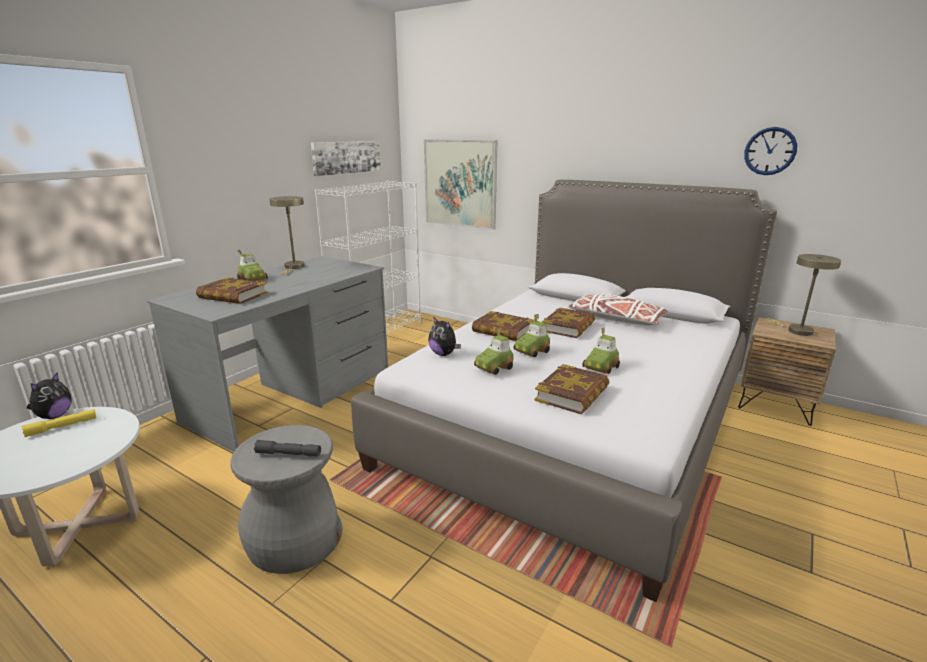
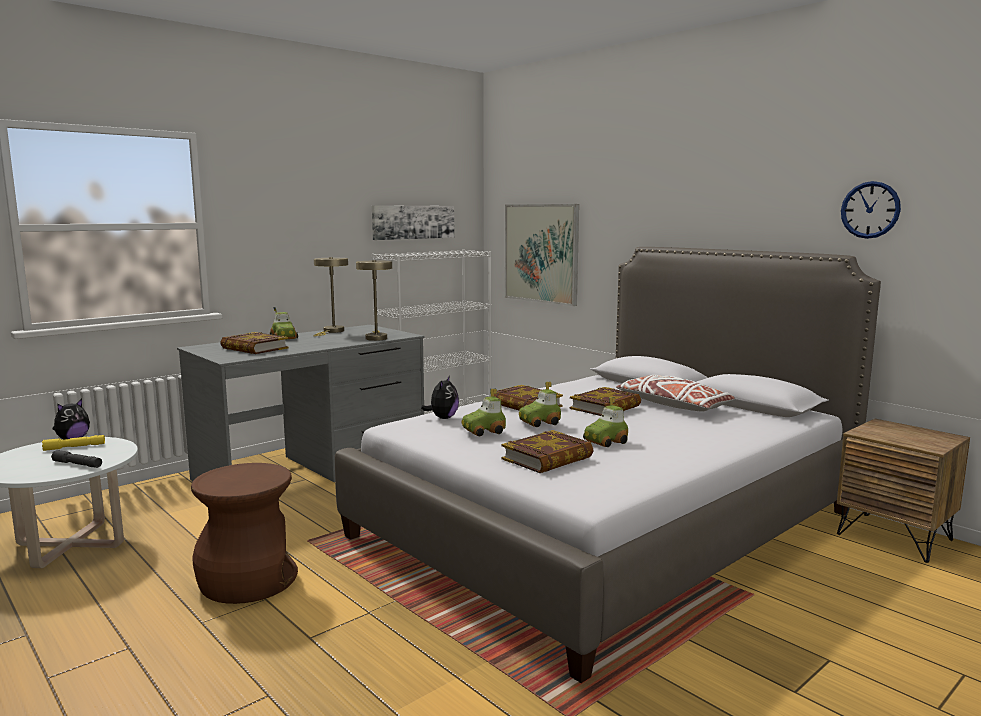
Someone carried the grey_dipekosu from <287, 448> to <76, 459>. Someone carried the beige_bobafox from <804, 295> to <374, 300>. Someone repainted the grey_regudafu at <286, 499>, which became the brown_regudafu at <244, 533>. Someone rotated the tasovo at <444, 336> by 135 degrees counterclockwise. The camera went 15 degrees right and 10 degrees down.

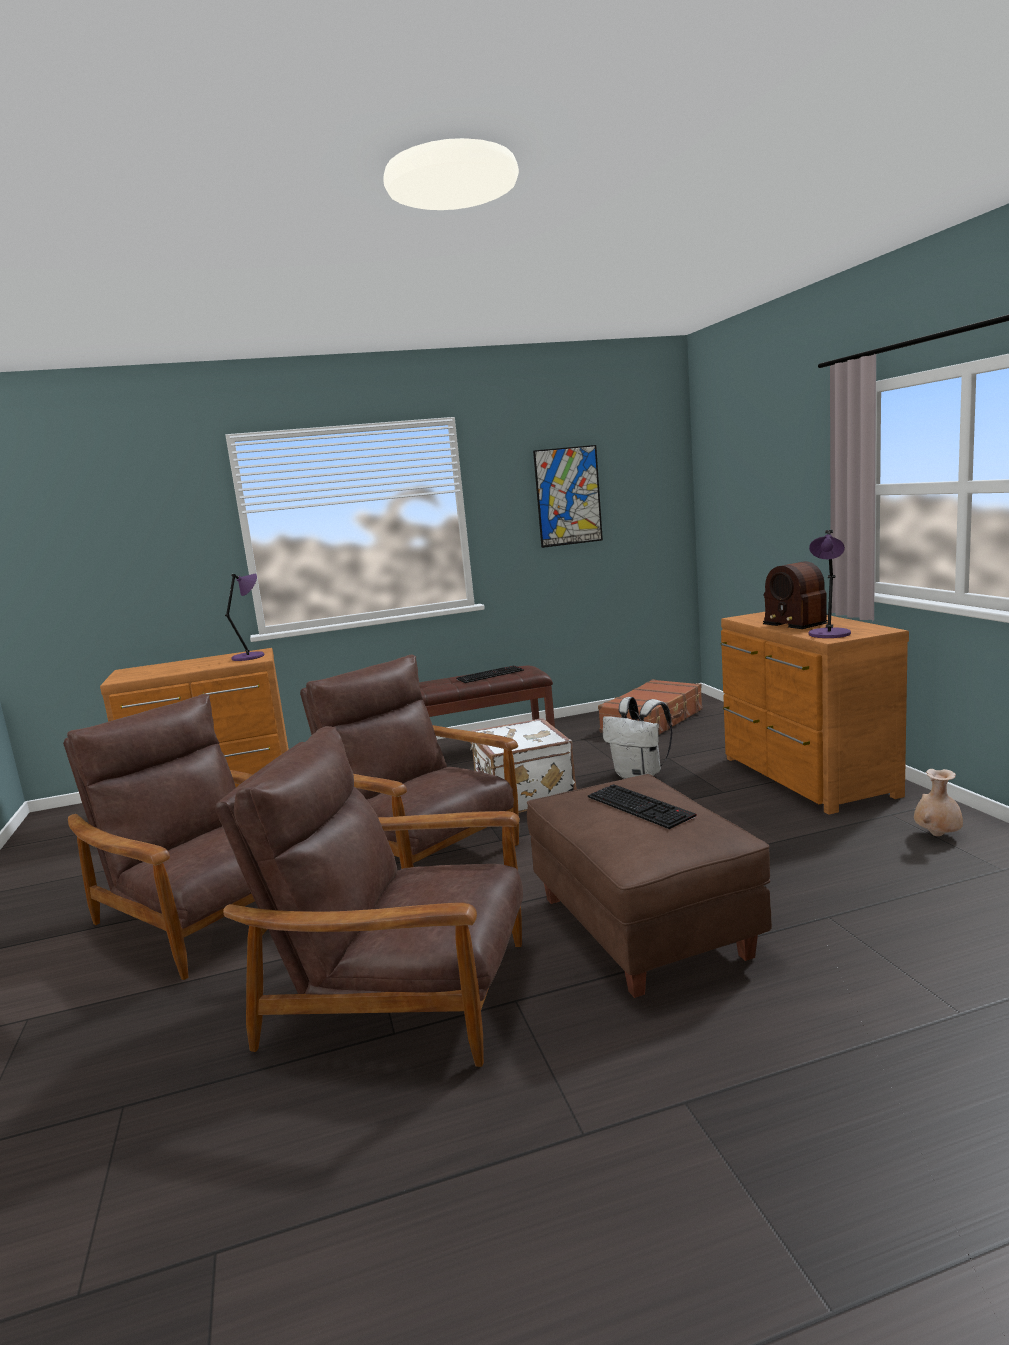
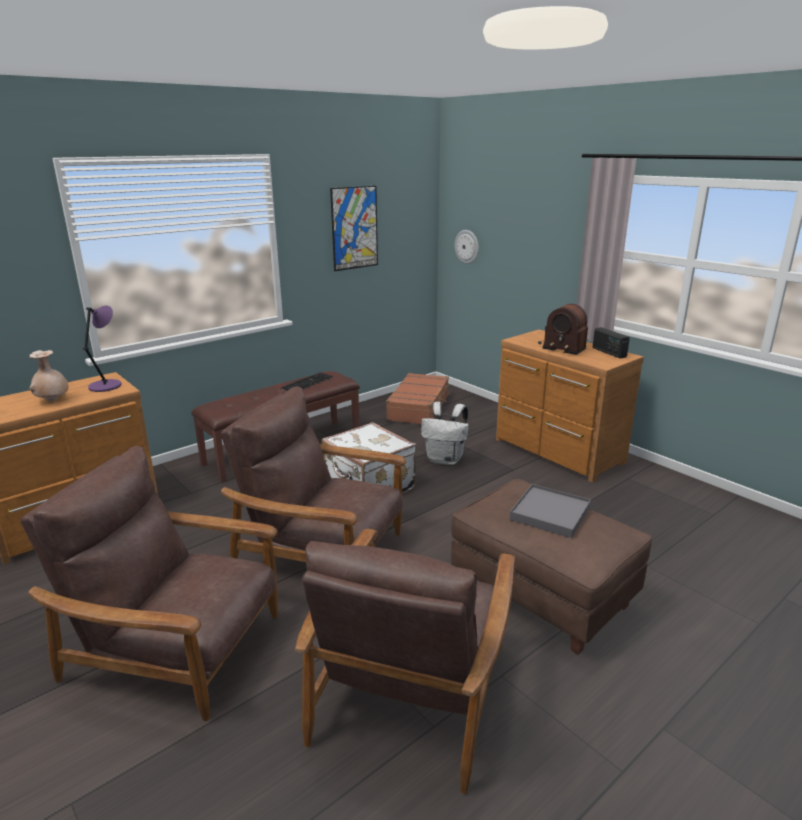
Someone took away the purple_bobafox at <830, 584>. Someone put up the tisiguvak at <466, 247>. Someone put down the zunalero at <611, 343>. Someone carried the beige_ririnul from <938, 802> to <49, 376>. Someone swapped the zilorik at <642, 806> for the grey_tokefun at <550, 511>. Someone rotated the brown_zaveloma at <369, 896> by 60 degrees counterclockwise. The camera went 25 degrees left and 10 degrees up.

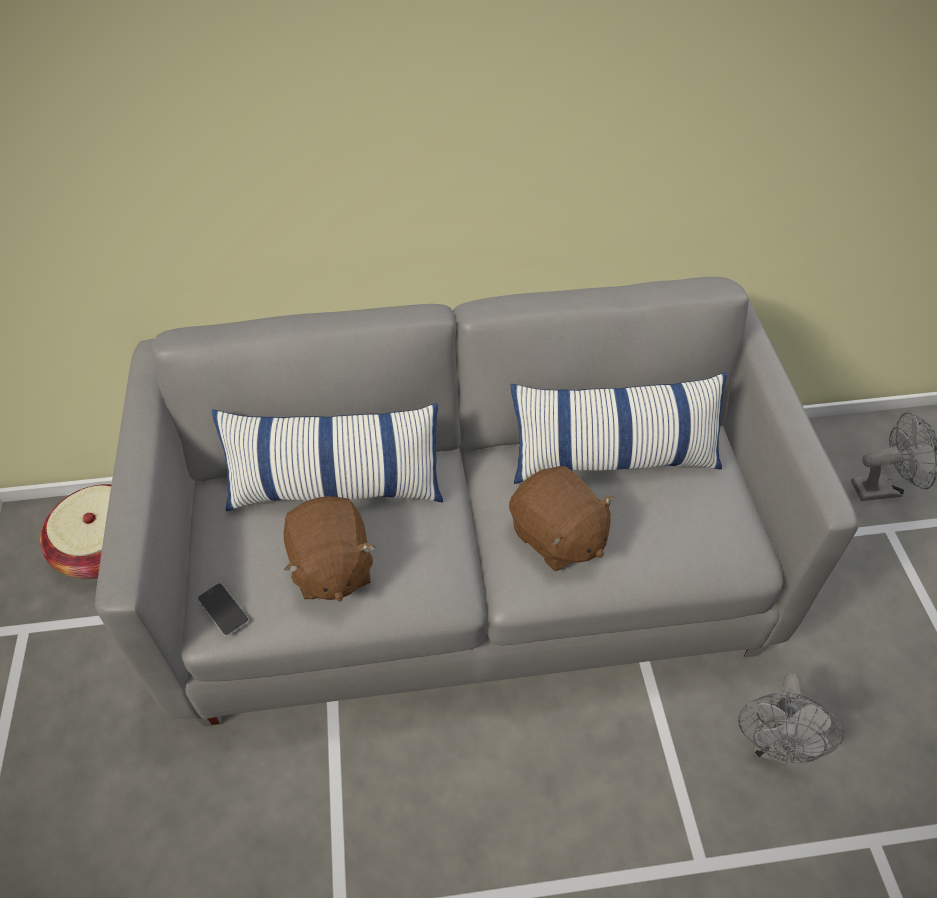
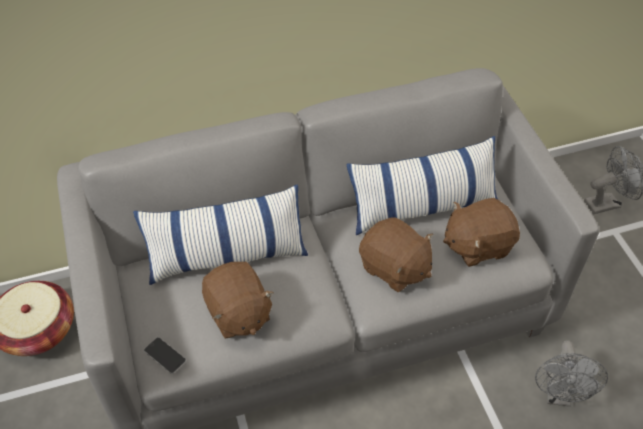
Someone put down the brown_tasovo at <481, 232>. The camera went 10 degrees left and 0 degrees up.

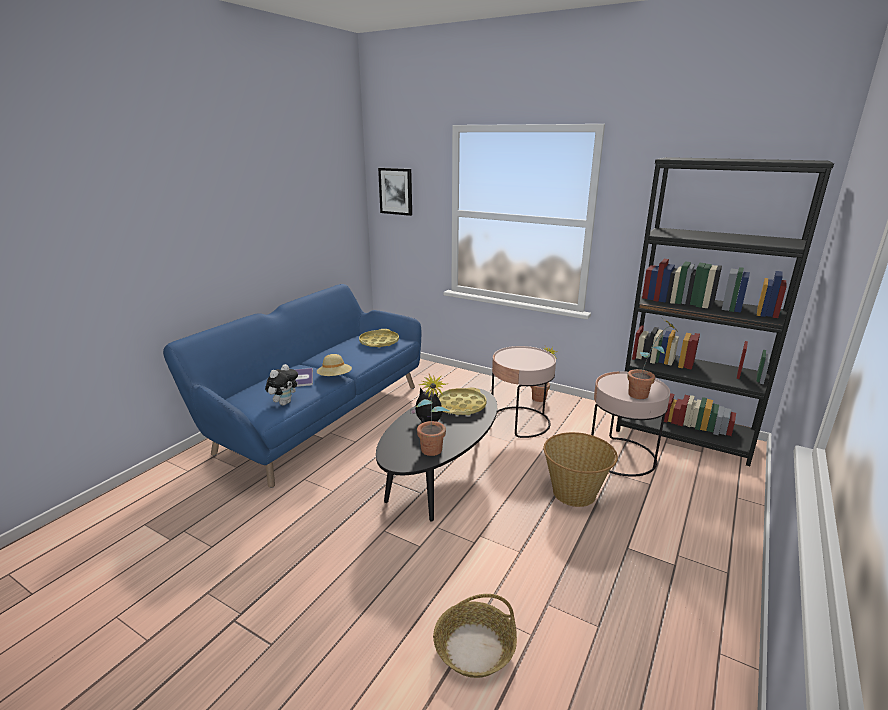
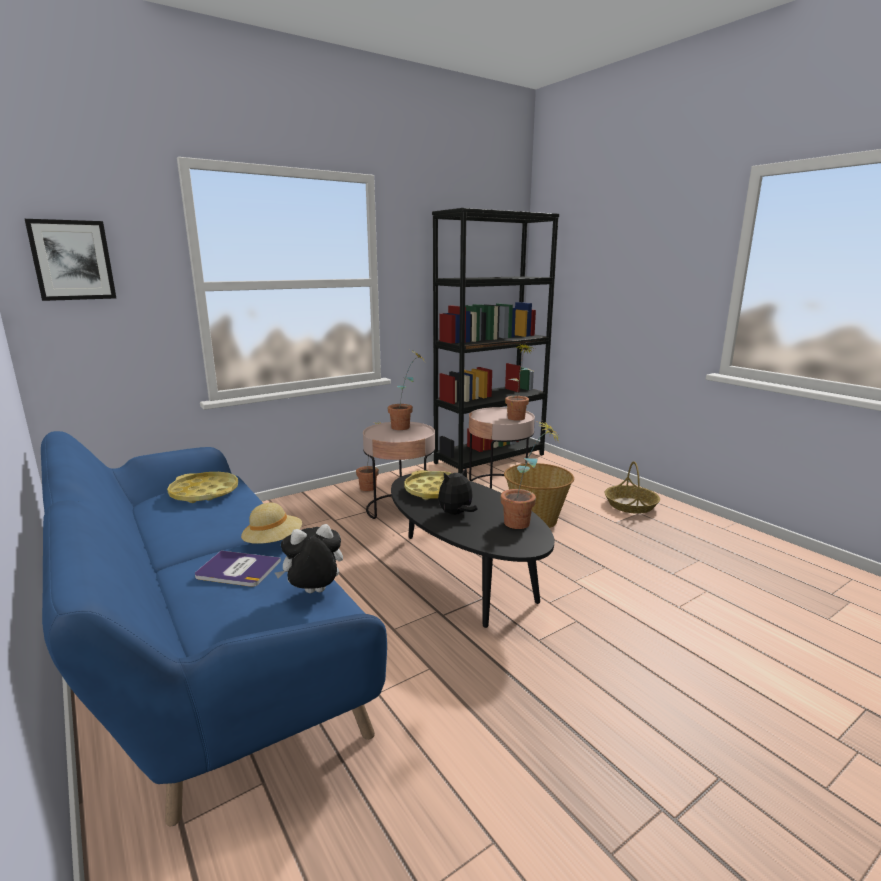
Someone put down the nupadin at <406, 390>. Someone carried the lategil from <475, 636> to <632, 487>. Someone rotated the tasovo at <281, 385> by 75 degrees counterclockwise. The camera went 65 degrees left and 5 degrees down.

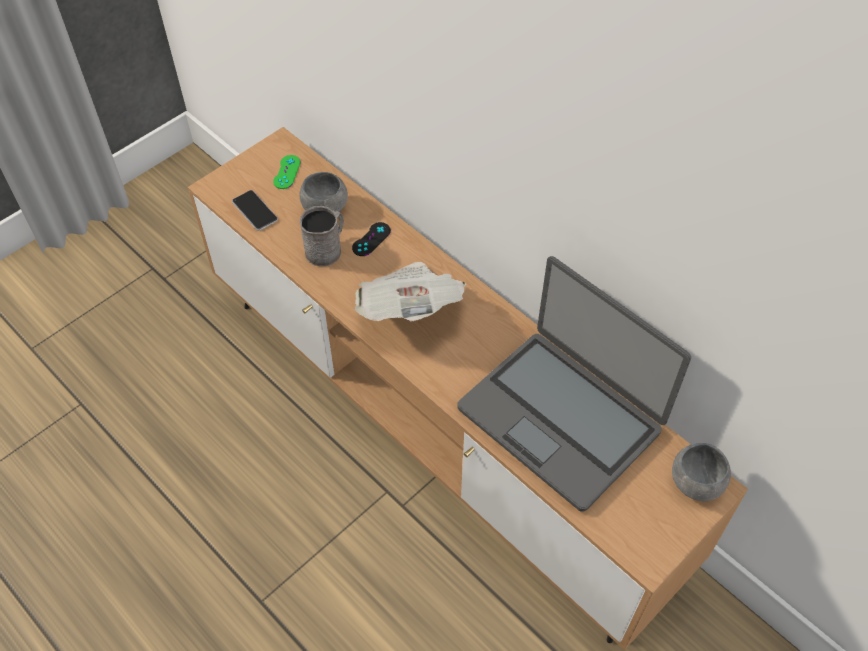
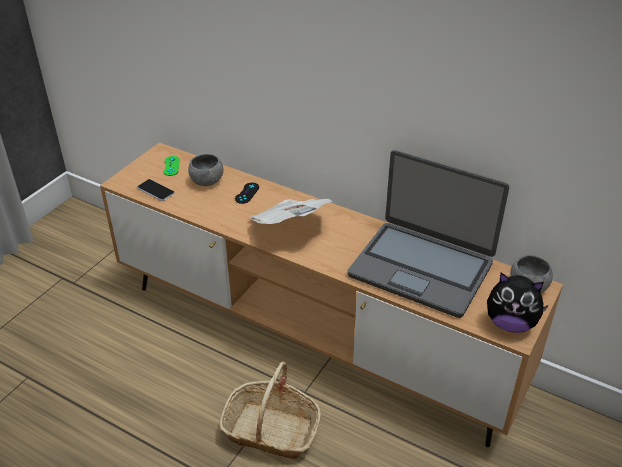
Someone took away the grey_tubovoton at <322, 236>. Someone put down the lategil at <270, 410>. Someone put down the tasovo at <518, 303>. The camera went 15 degrees left and 15 degrees down.

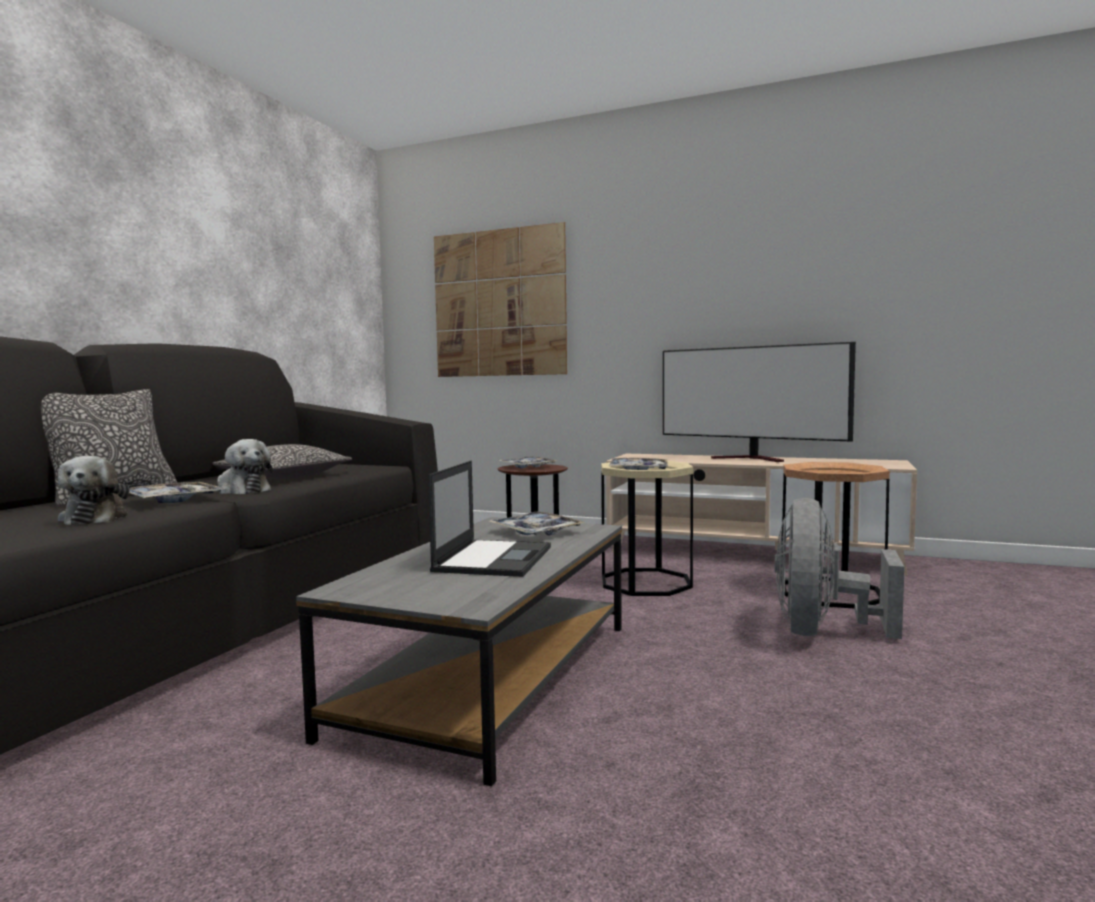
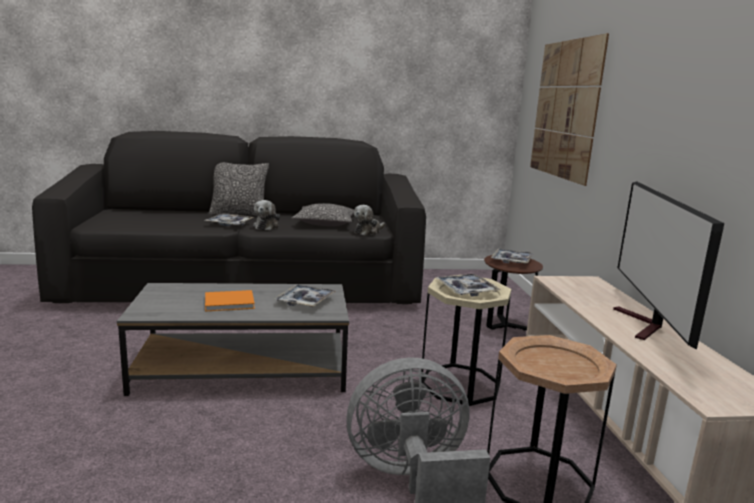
Someone carried the tasovo from <94, 490> to <369, 220>. Someone swapped the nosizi at <489, 518> for the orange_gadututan at <230, 300>. The camera went 60 degrees right and 10 degrees up.

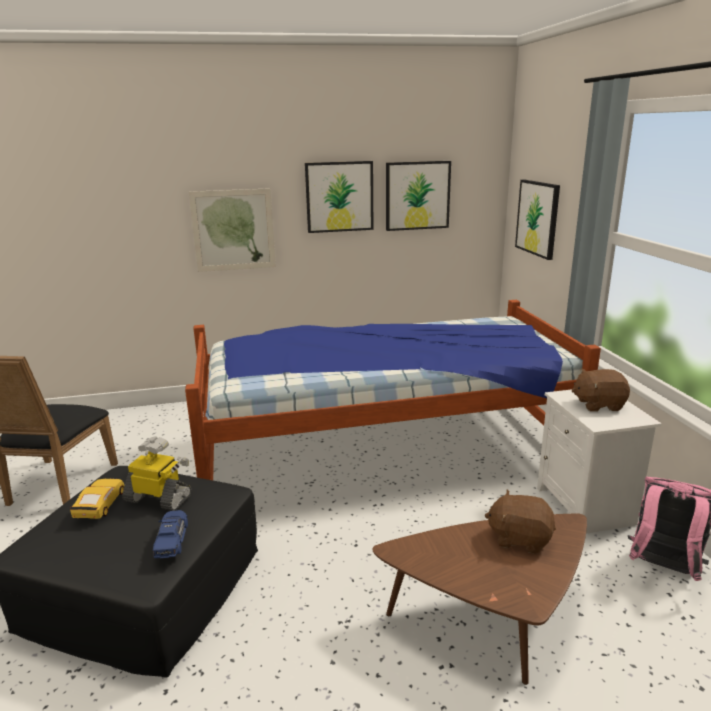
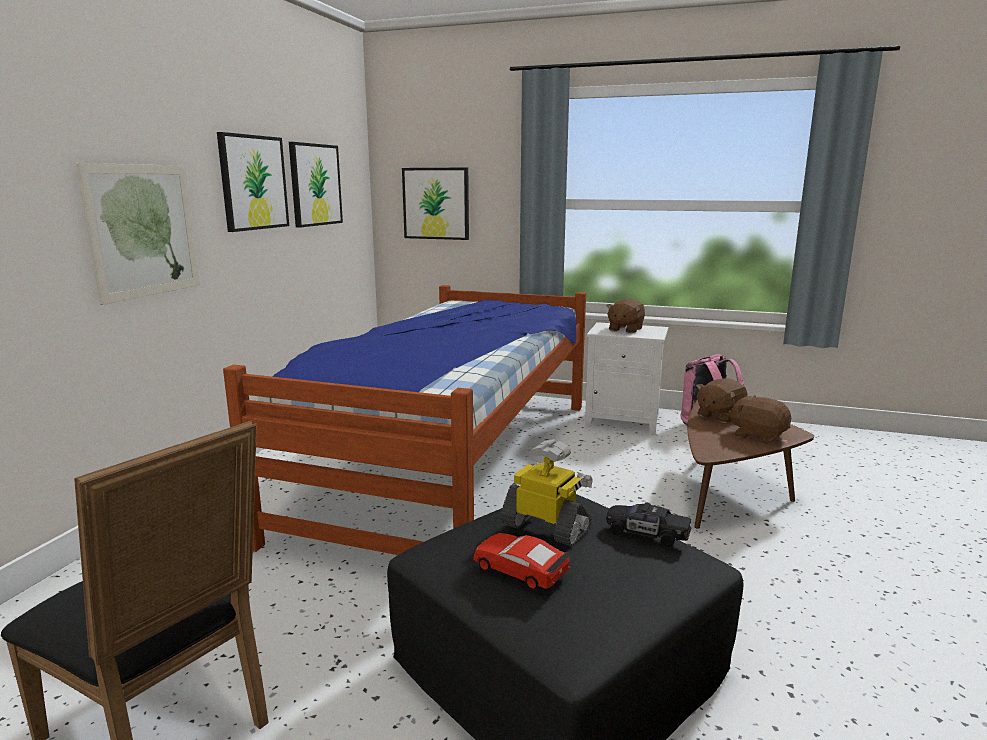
Someone put down the brown_tasovo at <759, 419>. Someone repainted the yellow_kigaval at <97, 498>, which became the red_kigaval at <522, 561>. Someone repainted the blue_kigaval at <170, 534>, which became the black_kigaval at <648, 524>. Someone rotated the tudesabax at <157, 473> by 75 degrees clockwise. The camera went 60 degrees left and 5 degrees down.

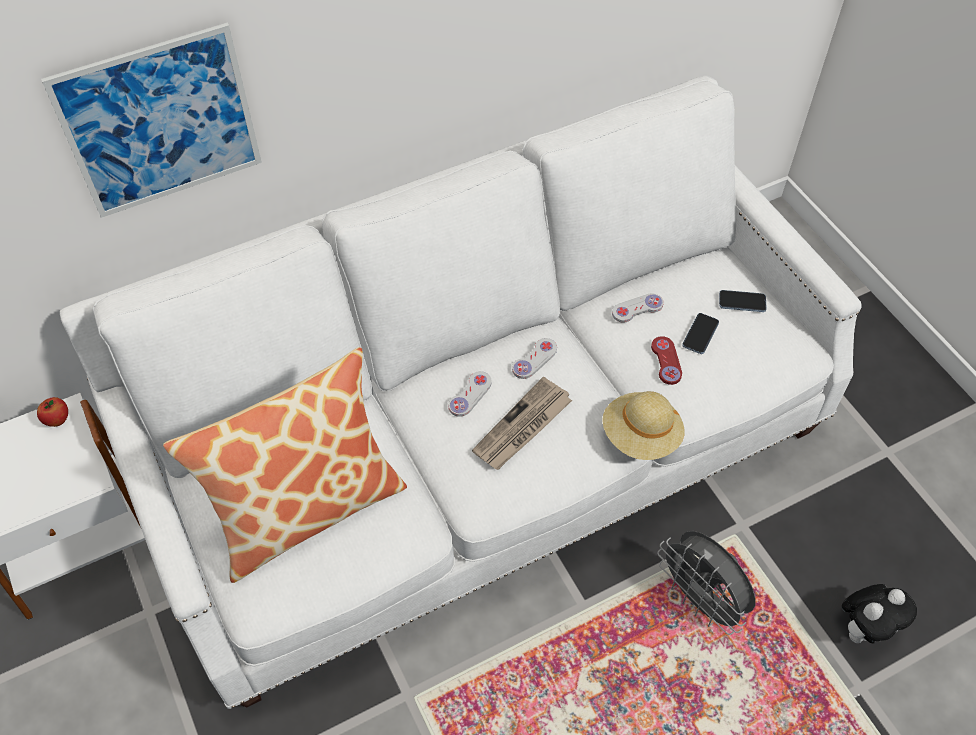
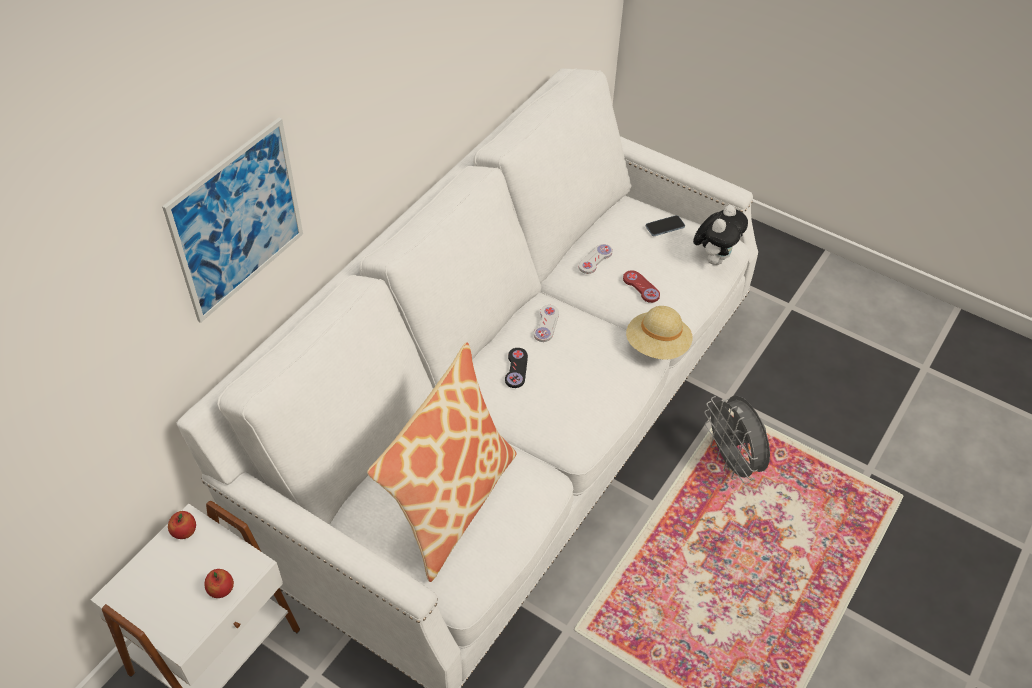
Someone took away the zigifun at <522, 423>. Someone took away the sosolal at <700, 333>. Someone put down the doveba at <219, 583>. Someone carried the tasovo from <879, 614> to <720, 235>. Someone repainted the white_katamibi at <469, 394>, which became the black_katamibi at <516, 368>. Someone rotated the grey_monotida at <706, 583> by 45 degrees clockwise. The camera went 30 degrees left and 5 degrees down.

